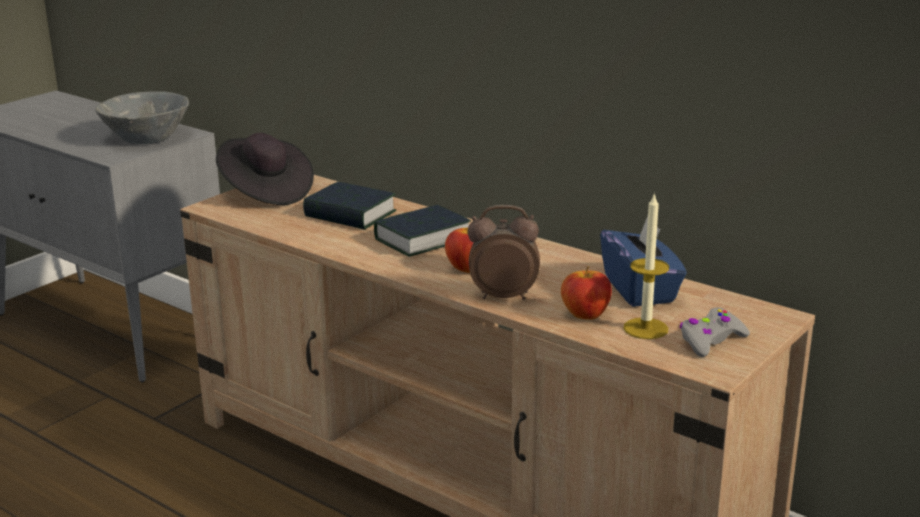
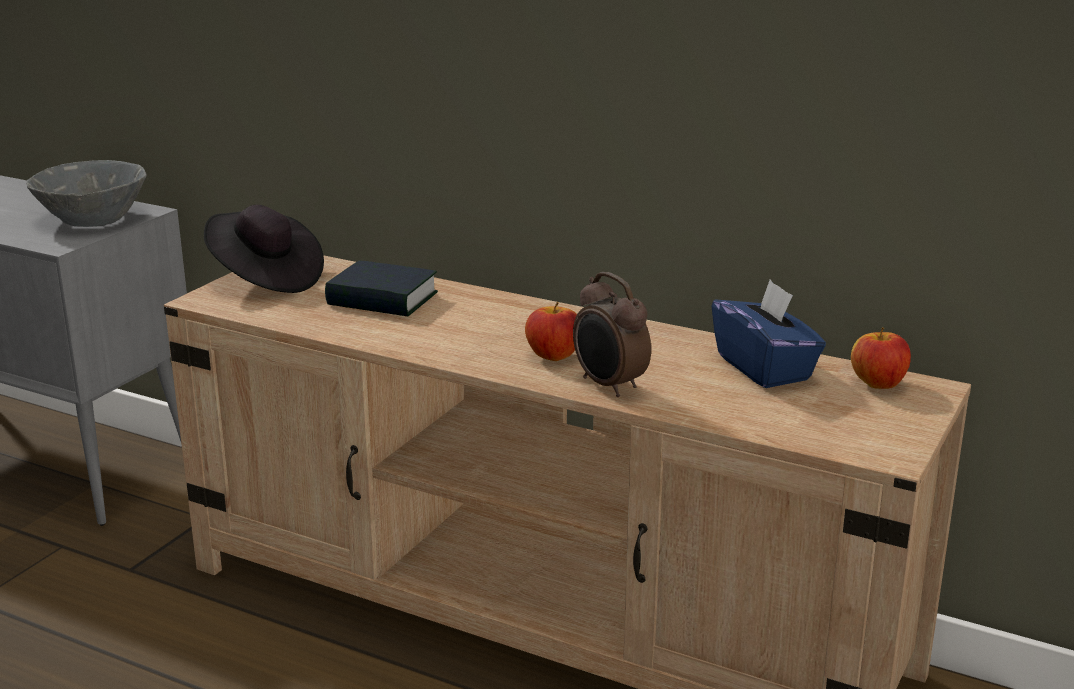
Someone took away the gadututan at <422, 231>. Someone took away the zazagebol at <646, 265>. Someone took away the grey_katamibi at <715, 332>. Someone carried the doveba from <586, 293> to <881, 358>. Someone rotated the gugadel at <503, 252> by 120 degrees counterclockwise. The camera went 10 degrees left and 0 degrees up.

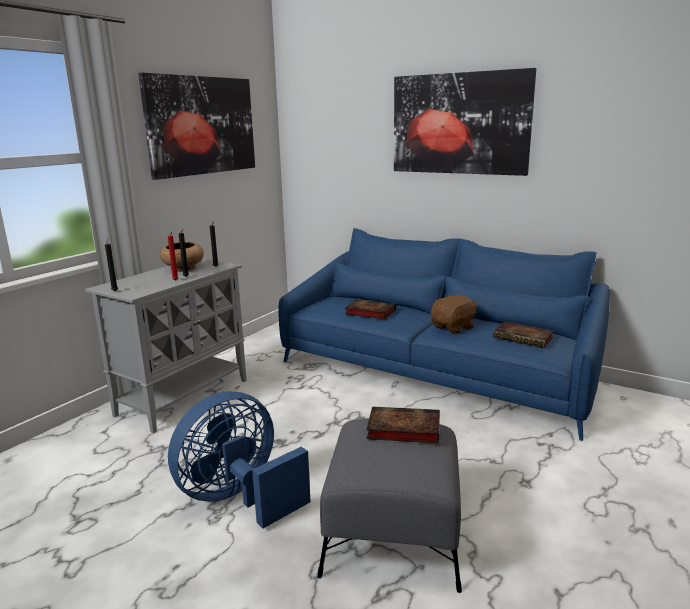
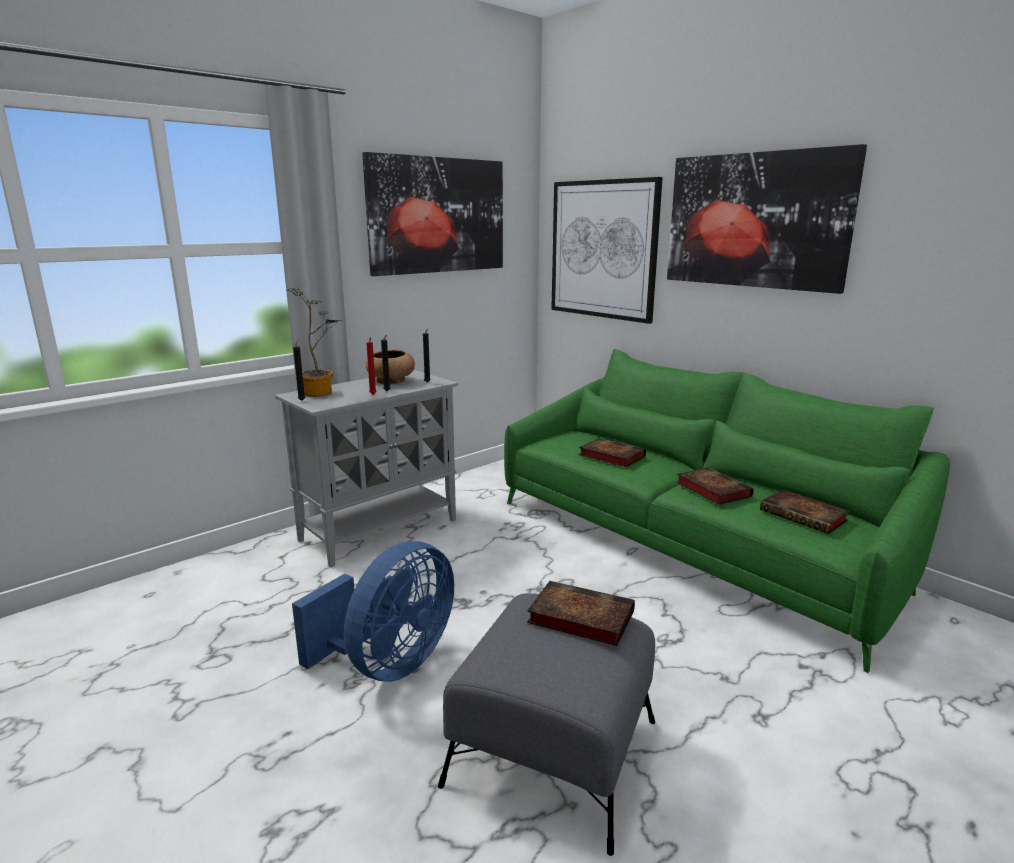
Someone put down the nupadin at <315, 342>. Someone put up the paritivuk at <607, 250>. Someone swapped the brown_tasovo at <454, 314> for the gadututan at <715, 486>. Someone repainted the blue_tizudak at <444, 334>, which became the green_tizudak at <727, 511>. Someone rotated the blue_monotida at <239, 459> by 150 degrees clockwise. The camera went 15 degrees right and 0 degrees up.

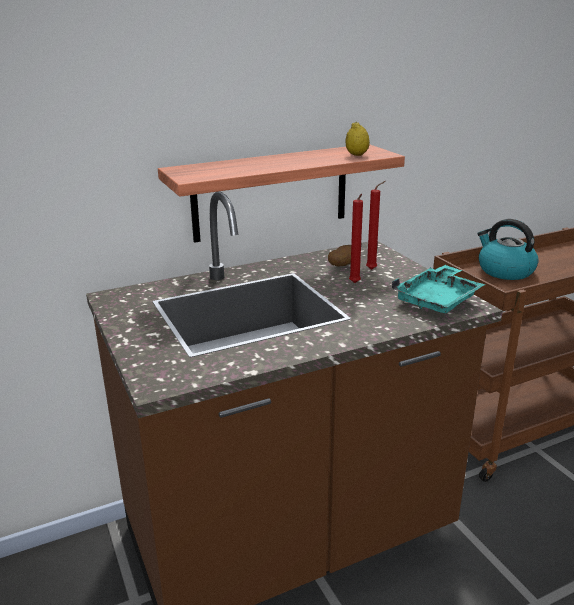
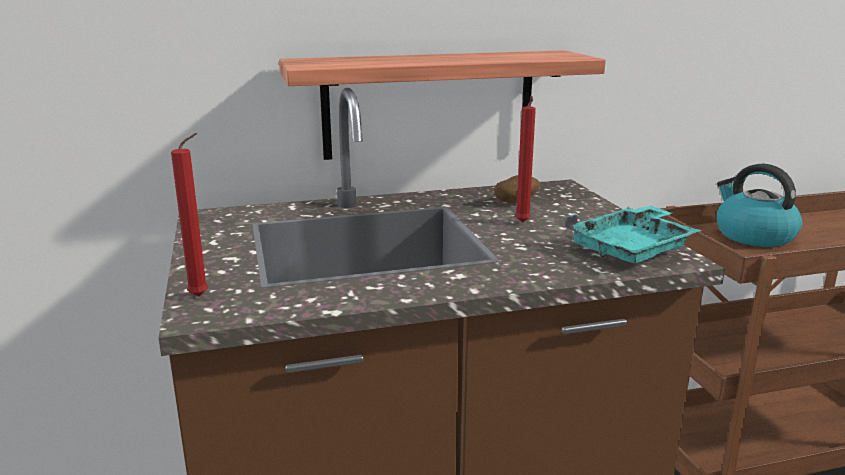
Someone took away the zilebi at <357, 139>. Someone carried the red_zazagebol from <376, 225> to <189, 215>. The camera went 10 degrees right and 5 degrees down.

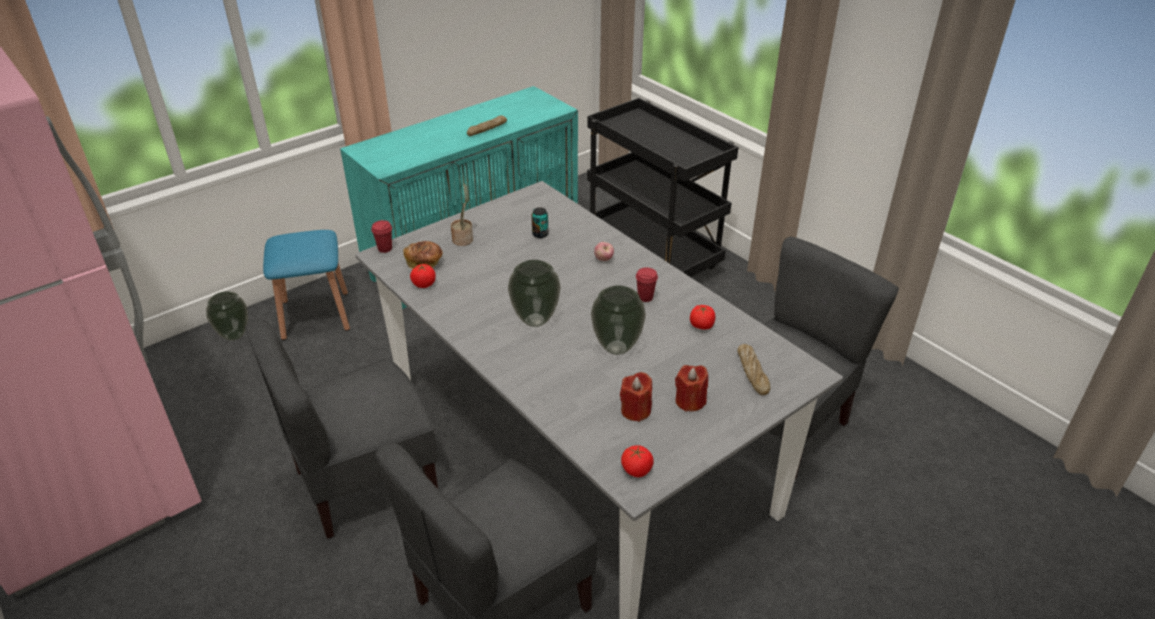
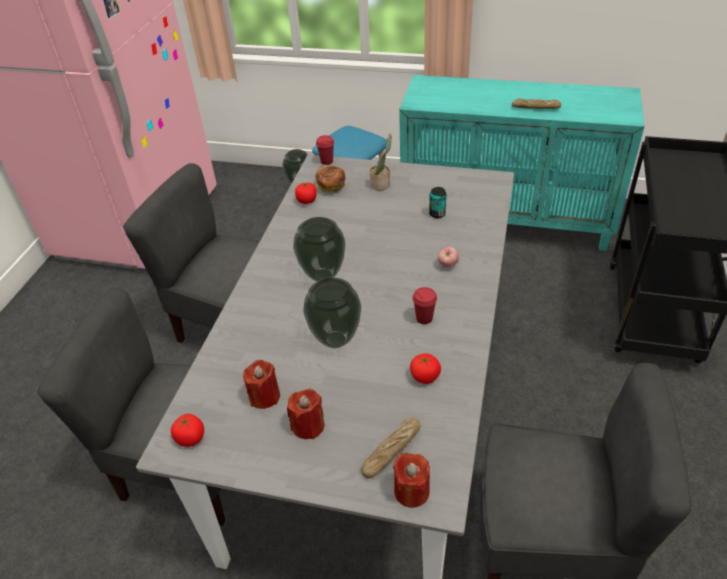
Someone put down the red_zazagebol at <411, 480>. The camera went 55 degrees right and 5 degrees up.

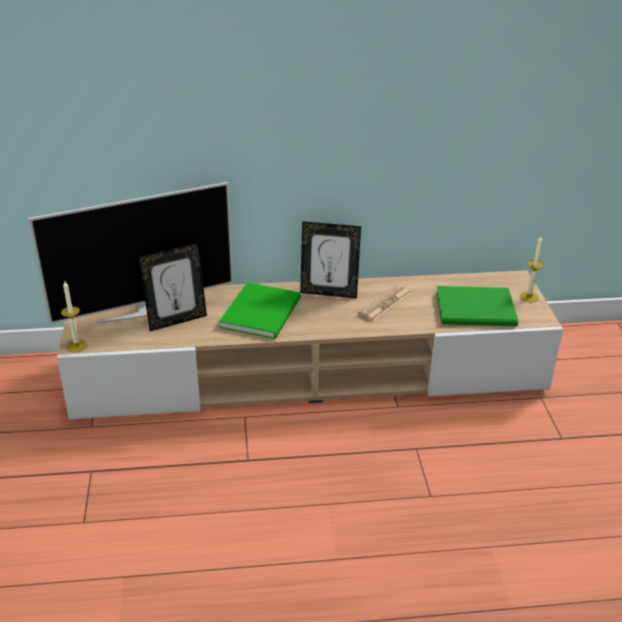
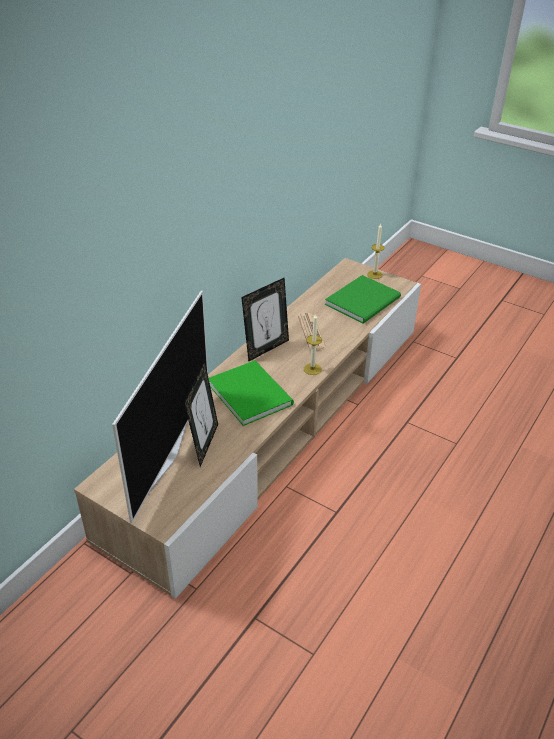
Someone carried the zazagebol from <74, 316> to <313, 344>. The camera went 50 degrees left and 5 degrees up.

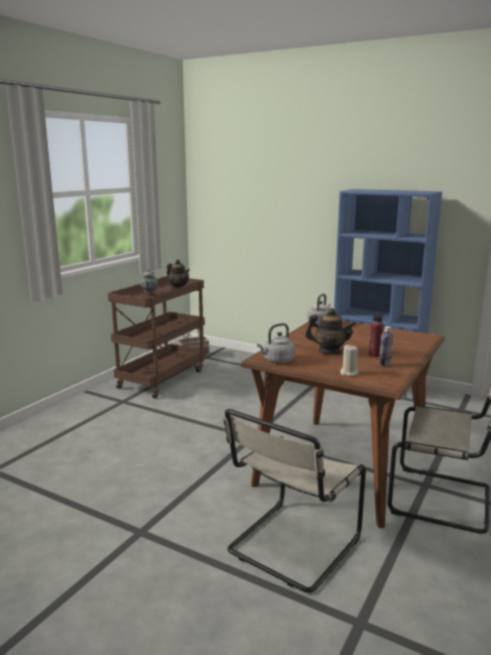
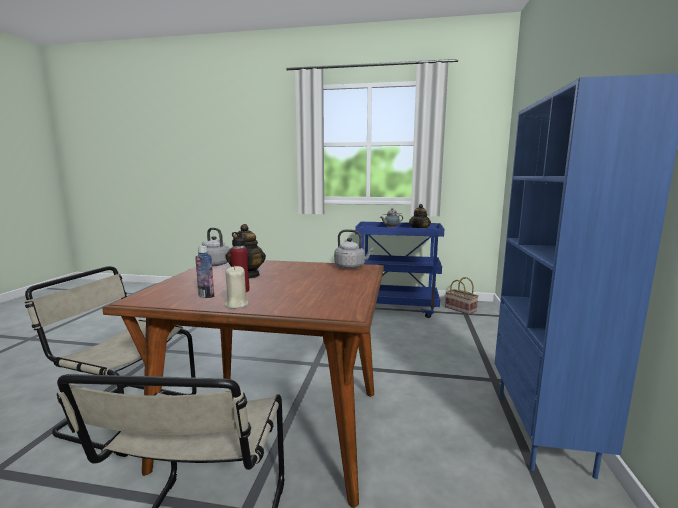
Someone carried the beige_zazagebol from <349, 360> to <237, 287>. Someone repainted the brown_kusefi at <156, 337>, which became the blue_kusefi at <399, 270>. The camera went 70 degrees right and 5 degrees down.

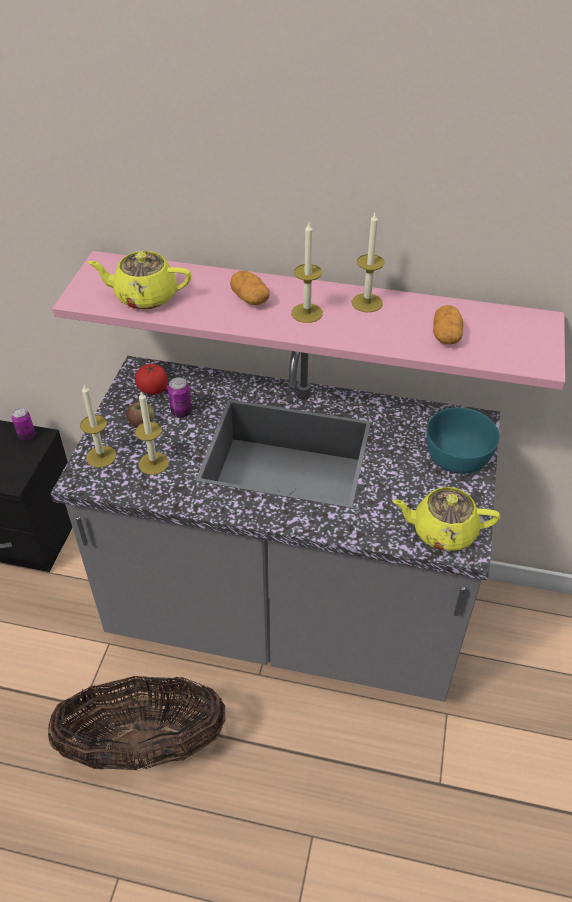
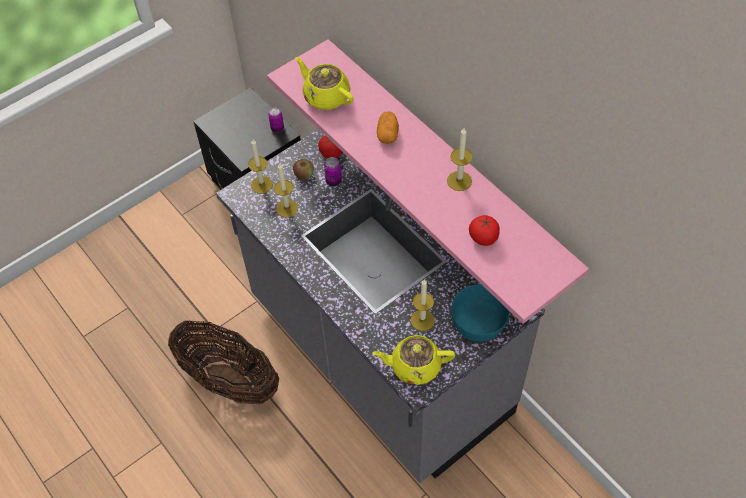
Someone carried the zazagebol from <307, 273> to <423, 305>. Someone swapped the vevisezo at <448, 324> for the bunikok at <484, 230>. Someone rotated the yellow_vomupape at <446, 519> by 45 degrees counterclockwise. The camera went 40 degrees right and 10 degrees up.

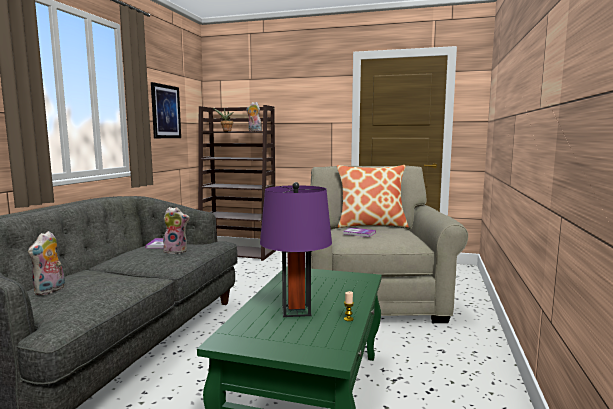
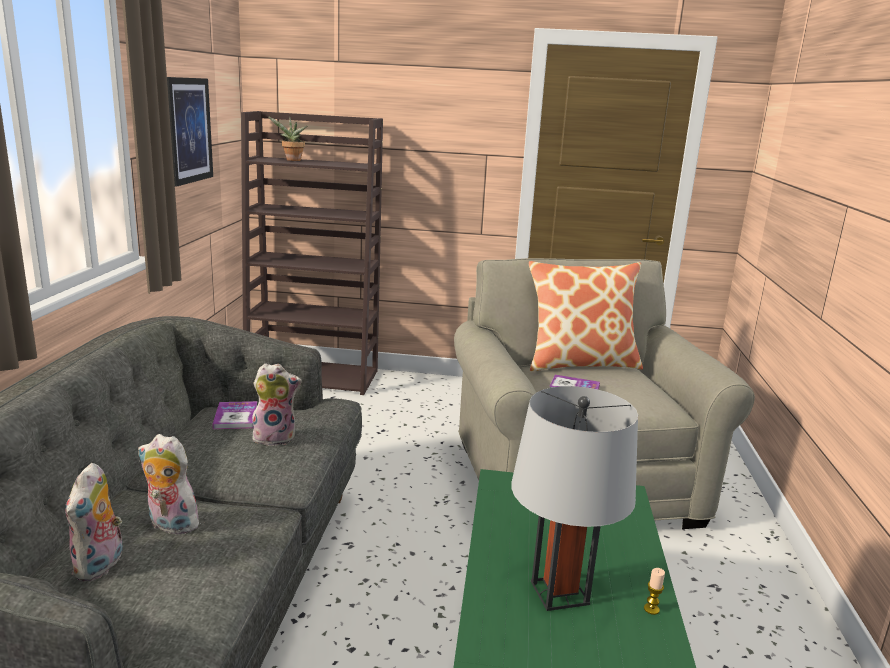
Someone carried the tasovo from <254, 116> to <169, 484>. Someone repainted the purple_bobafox at <296, 249>, which became the grey_bobafox at <574, 498>. The camera went 10 degrees left and 10 degrees up.

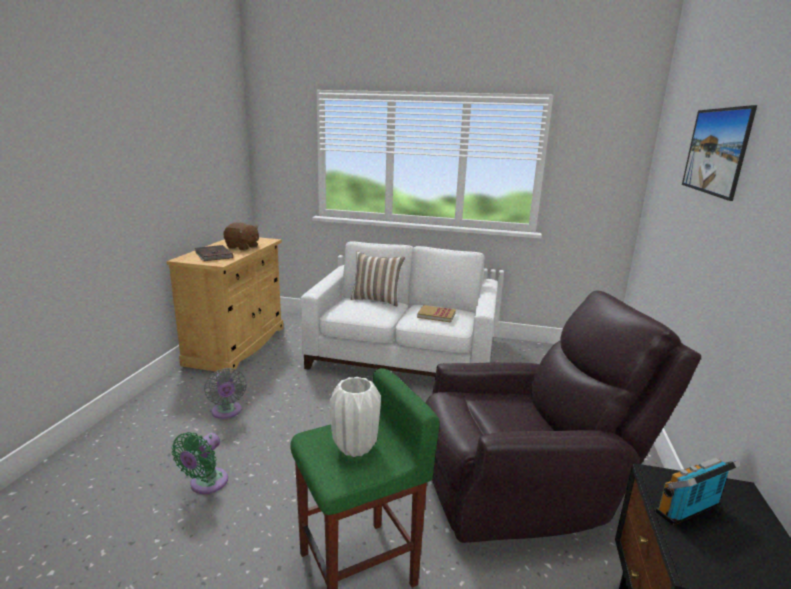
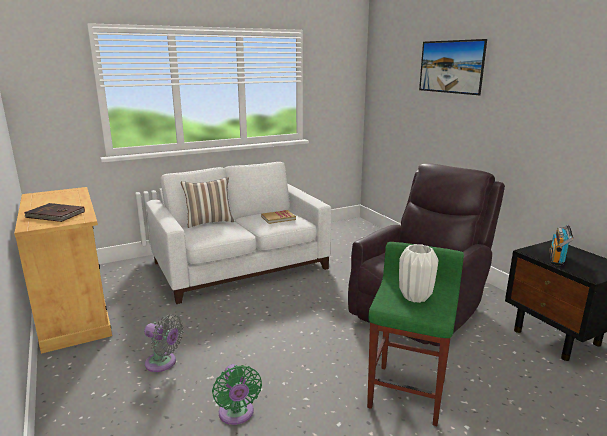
Someone took away the brown_tasovo at <241, 236>. The camera went 40 degrees left and 0 degrees up.

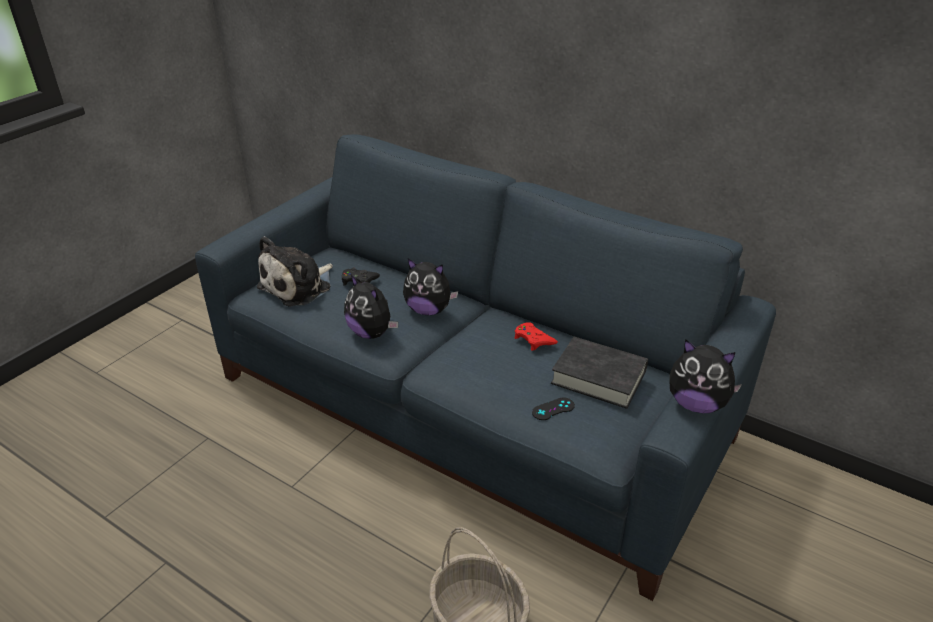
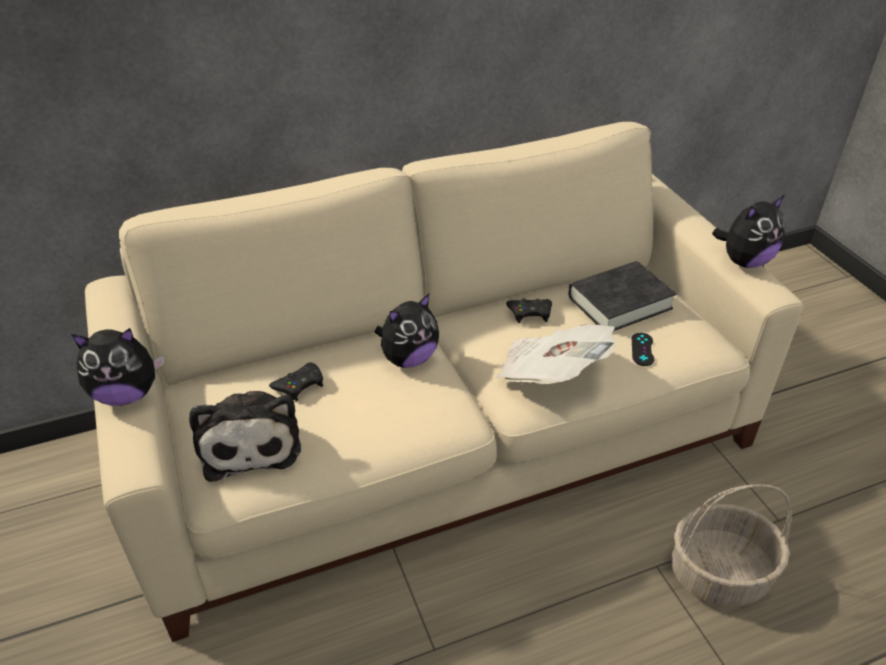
Someone put down the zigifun at <556, 354>. Someone carried the tasovo from <371, 307> to <117, 367>. Someone repainted the blue_tizudak at <485, 367>, which became the beige_tizudak at <444, 382>. Someone repainted the red_katamibi at <536, 336>, which became the black_katamibi at <529, 310>. The camera went 55 degrees left and 5 degrees up.

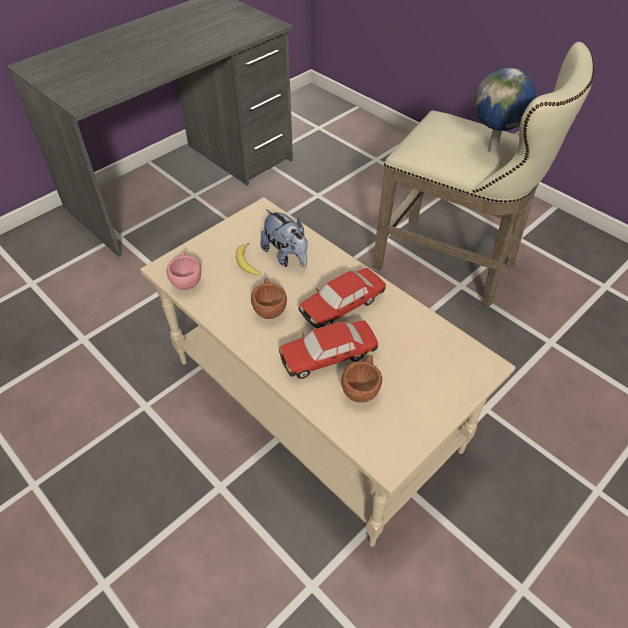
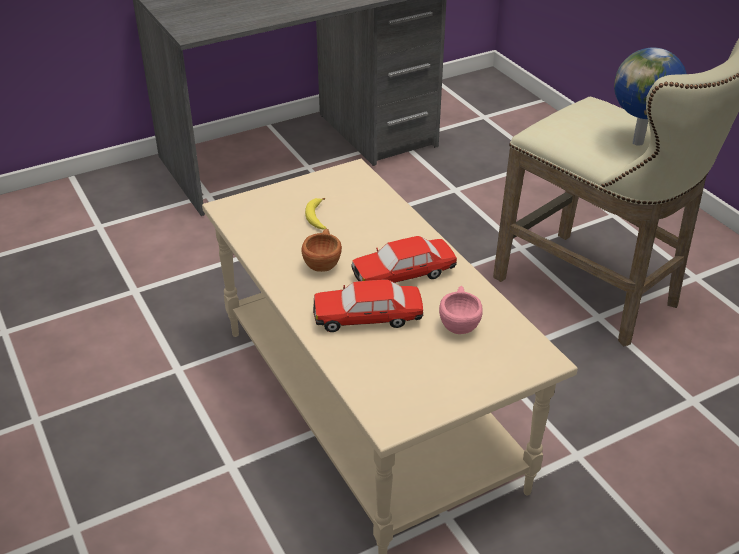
Someone took away the tasovo at <284, 238>. Someone took away the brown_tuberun at <361, 379>. Someone carried the pink_tuberun from <184, 270> to <461, 310>. The camera went 15 degrees right and 10 degrees down.

